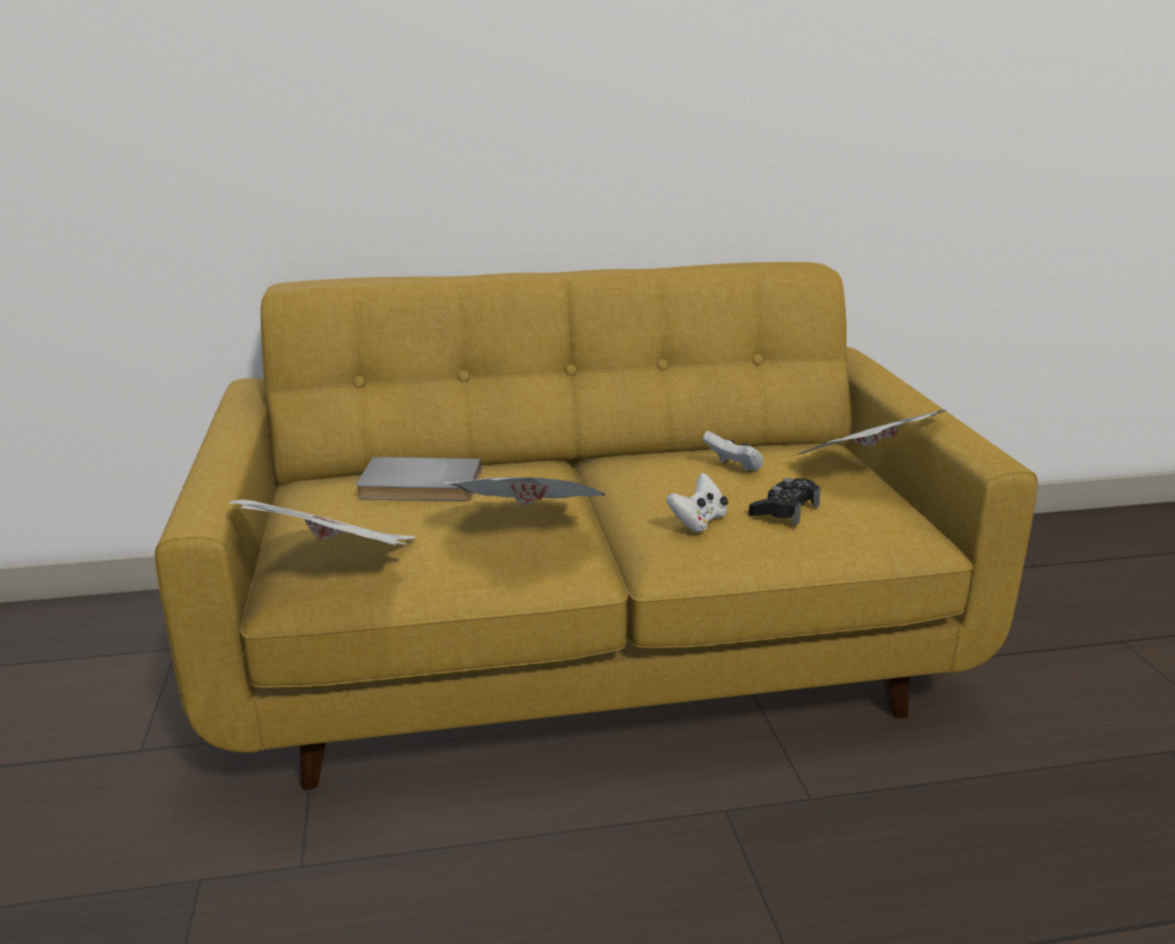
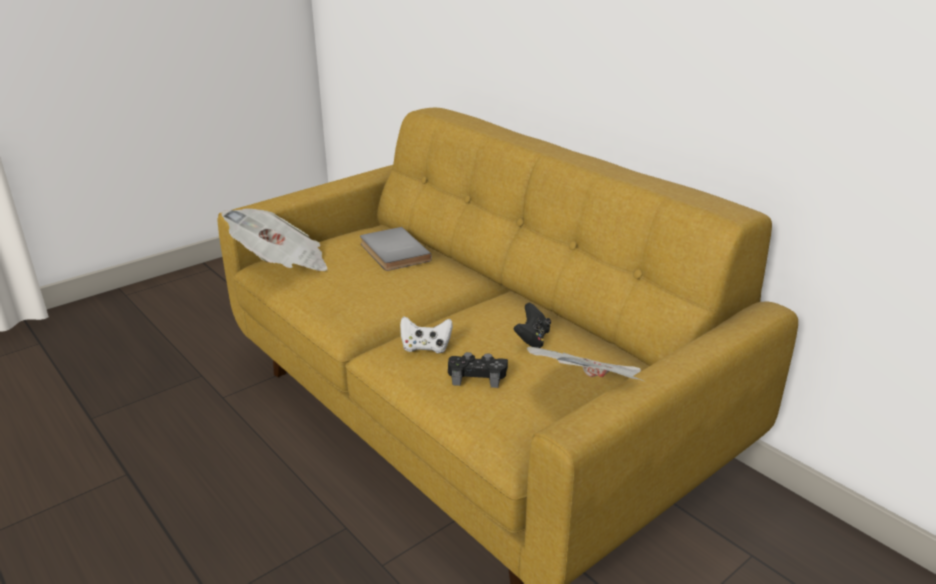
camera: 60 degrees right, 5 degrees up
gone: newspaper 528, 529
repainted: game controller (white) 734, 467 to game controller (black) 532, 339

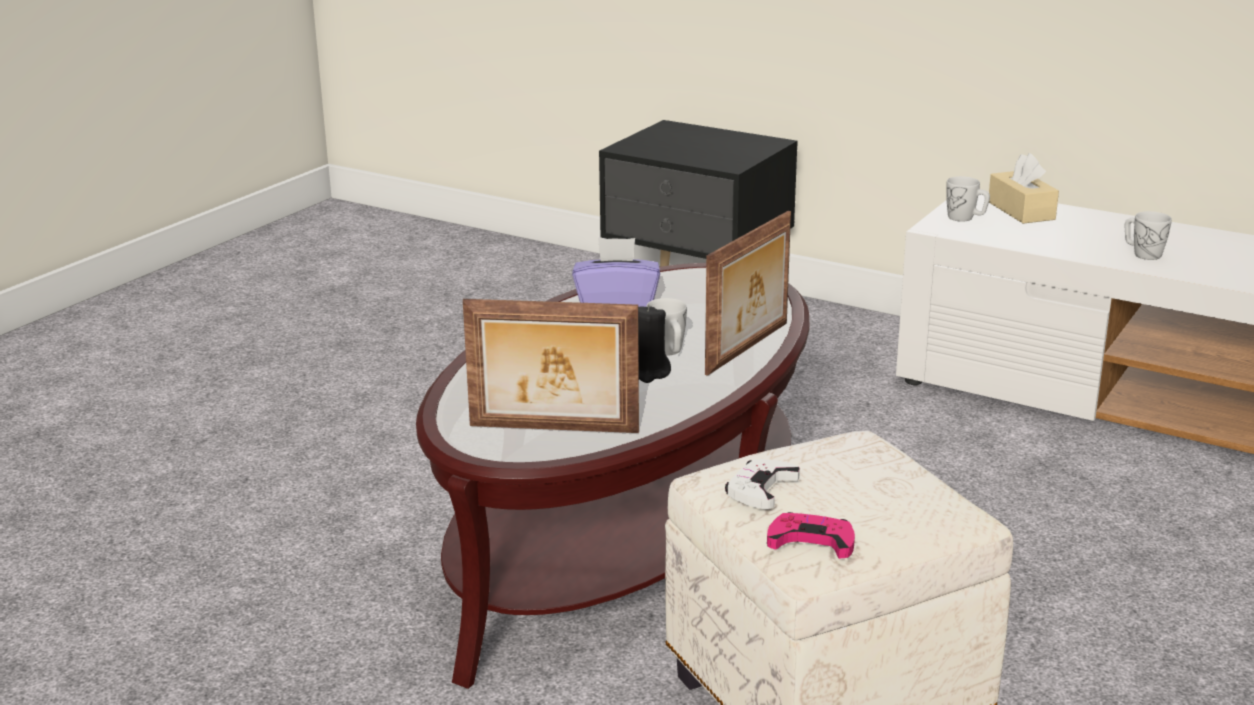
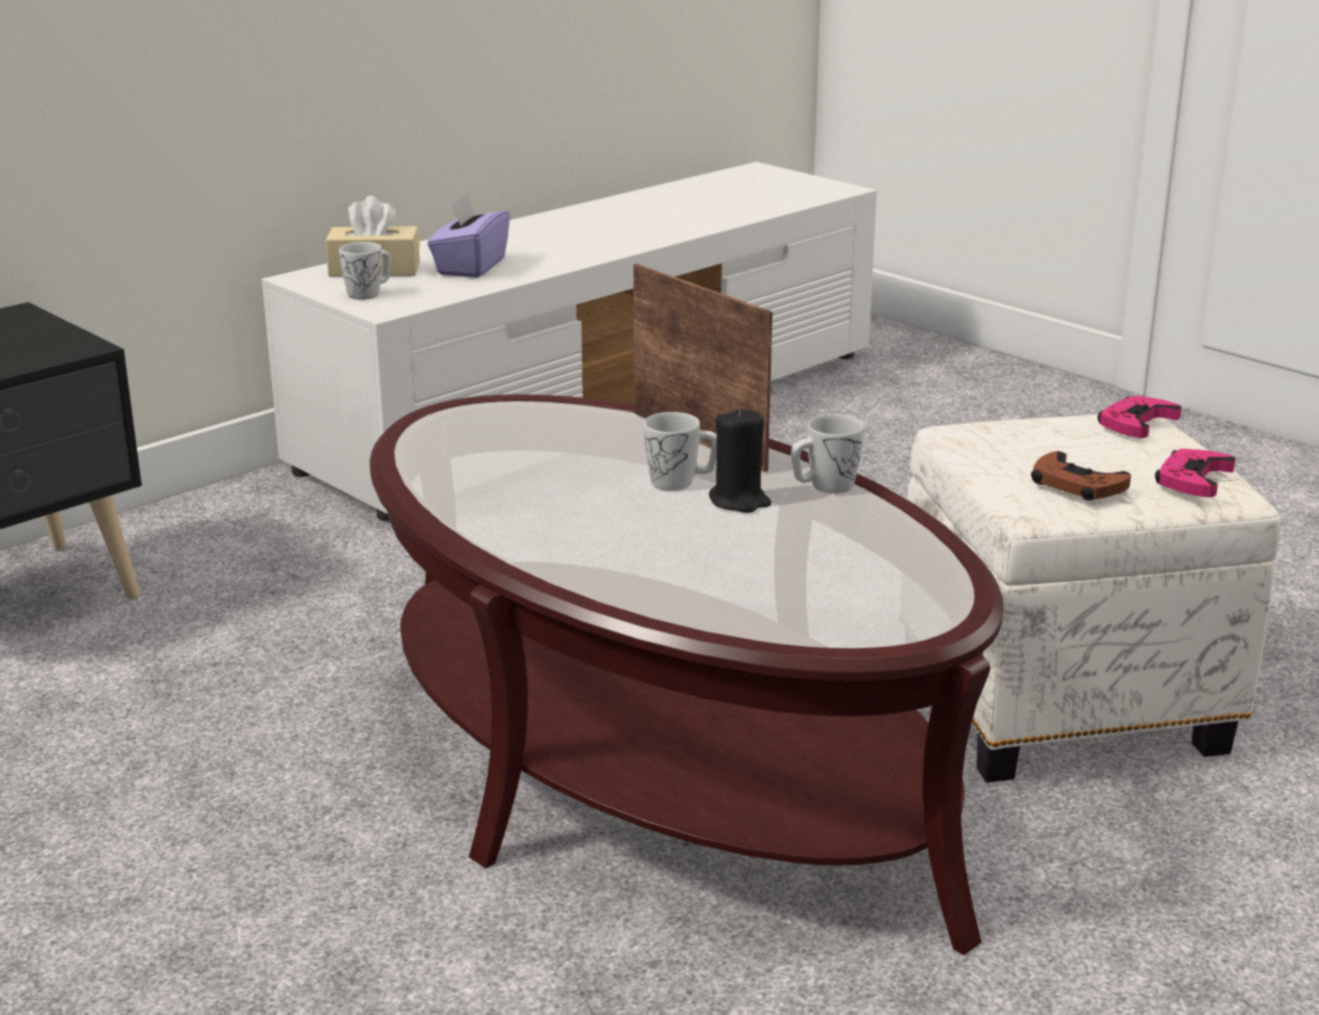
camera: 75 degrees left, 0 degrees up
gone: picture frame 553, 430
new: game controller (pink) 1136, 423
shifted: tissue box (purple) 616, 303 to 470, 267; mug (white) 1142, 254 to 824, 487
repainted: game controller (white) 760, 489 to game controller (brown) 1076, 485

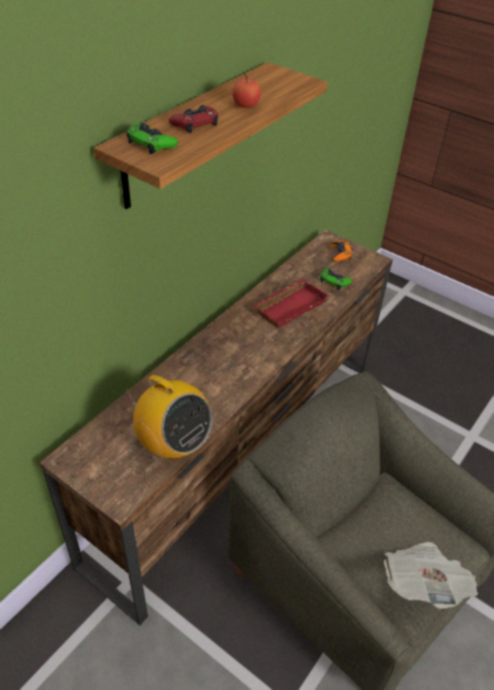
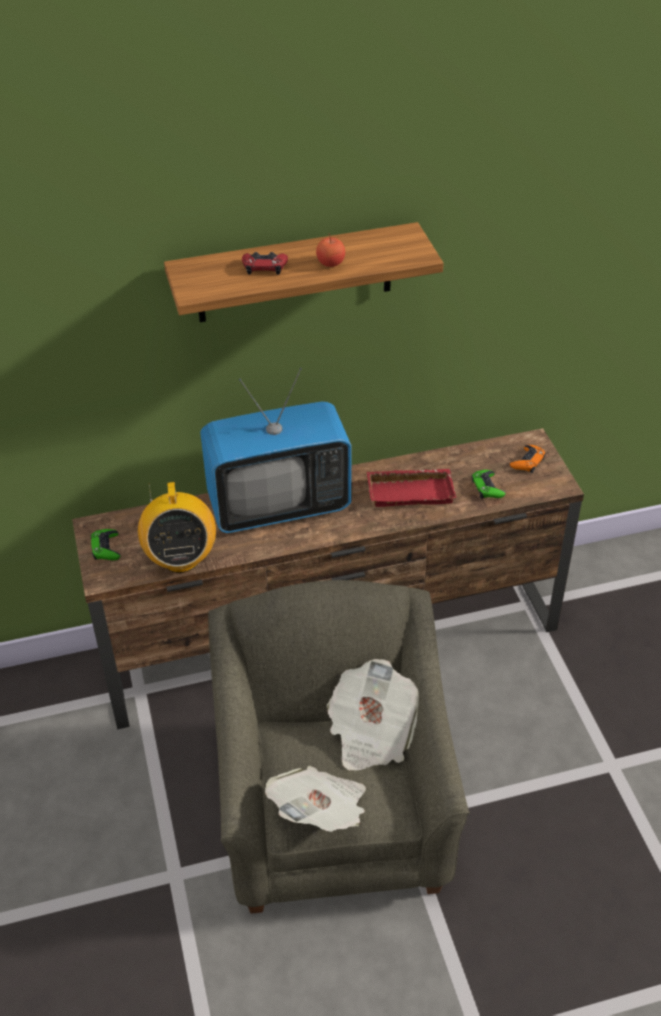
camera: 40 degrees right, 0 degrees up
new: television 279, 505; newspaper 371, 732
shifted: game controller (green) 151, 143 to 106, 548

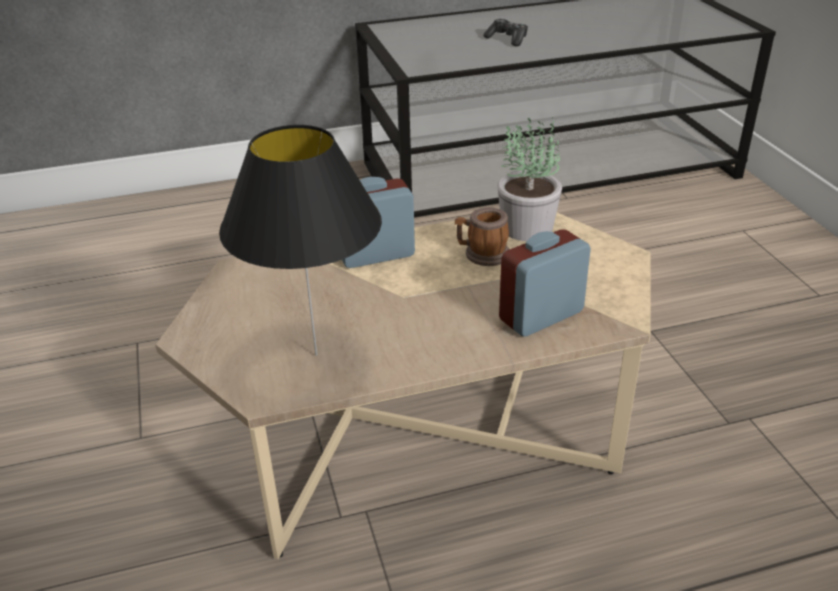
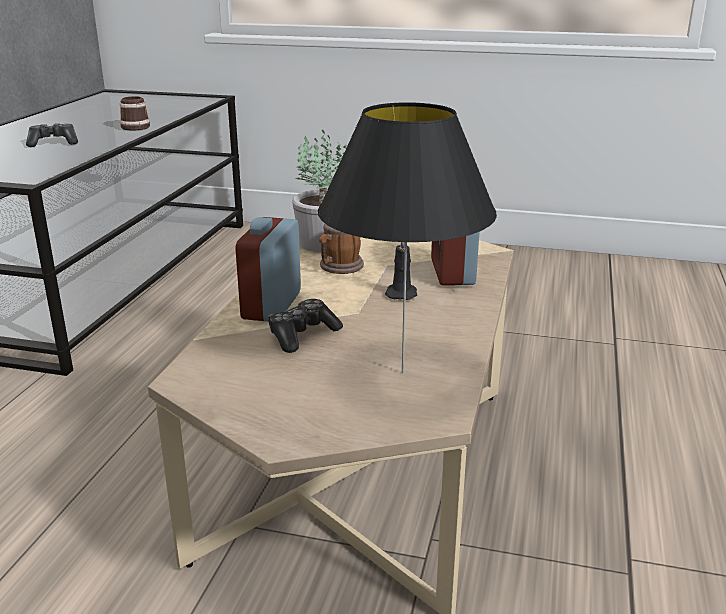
camera: 60 degrees left, 10 degrees down
new: mug 135, 126; game controller 302, 335; candle (black) 401, 293

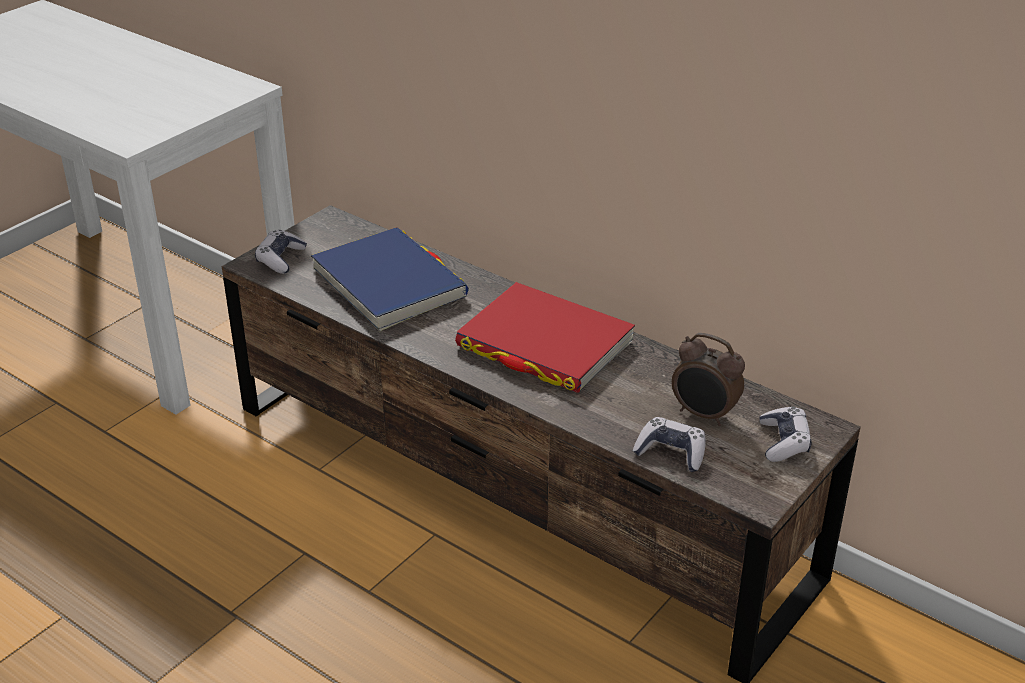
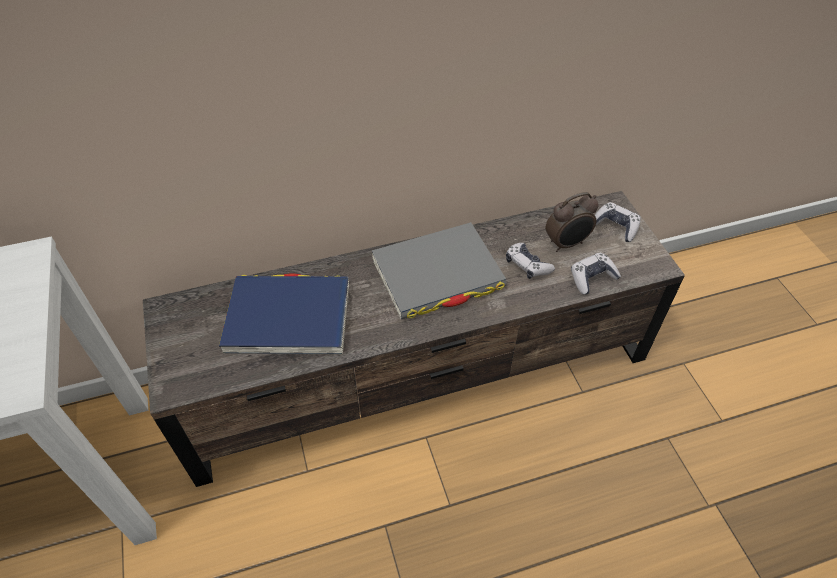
camera: 55 degrees left, 15 degrees up
shifted: game controller 280, 259 to 527, 265
repainted: book (red) 544, 344 to book (grey) 437, 275

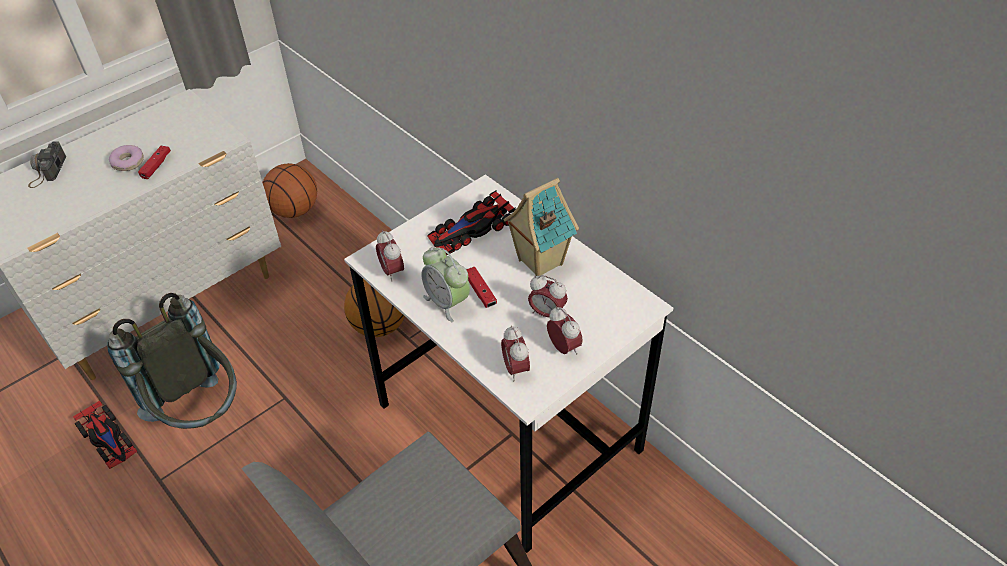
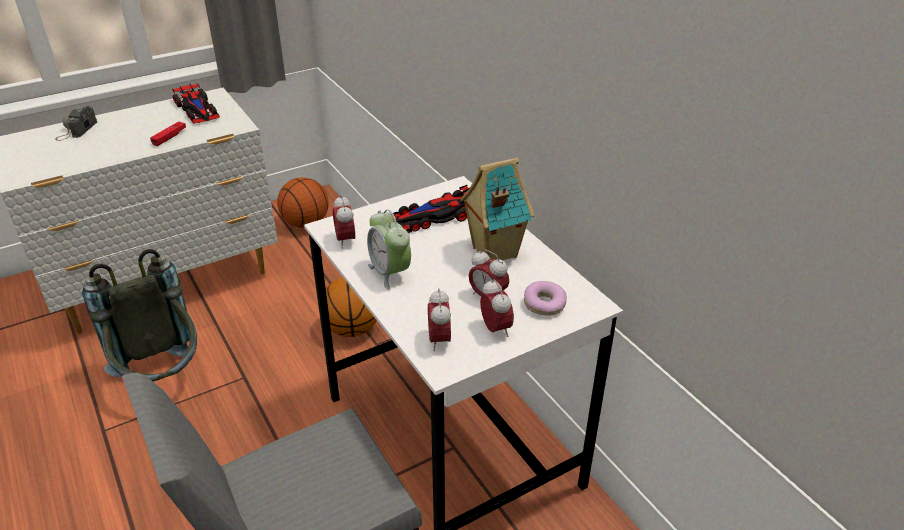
camera: 10 degrees right, 10 degrees down
gone: game controller (red) 480, 292
shifted: toy car 107, 438 to 197, 109; donut 128, 163 to 544, 304

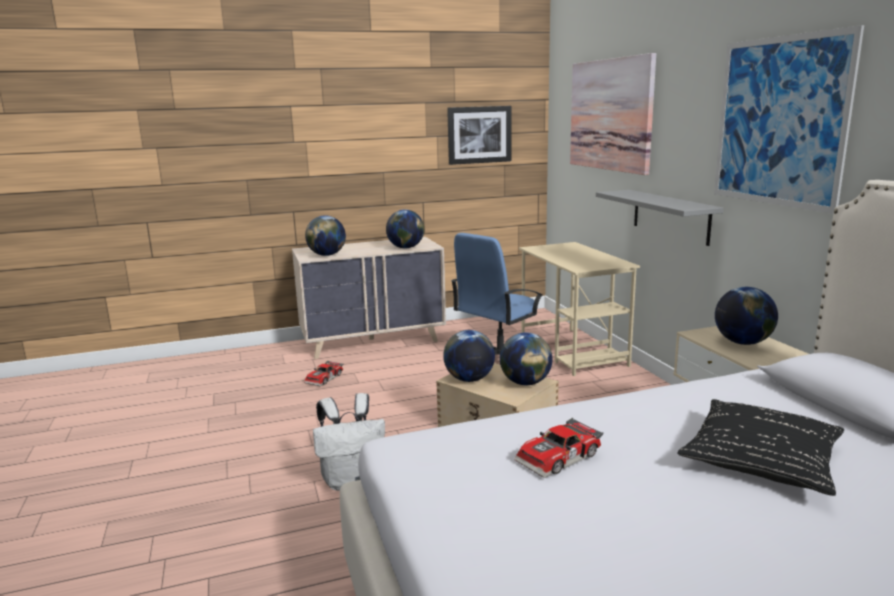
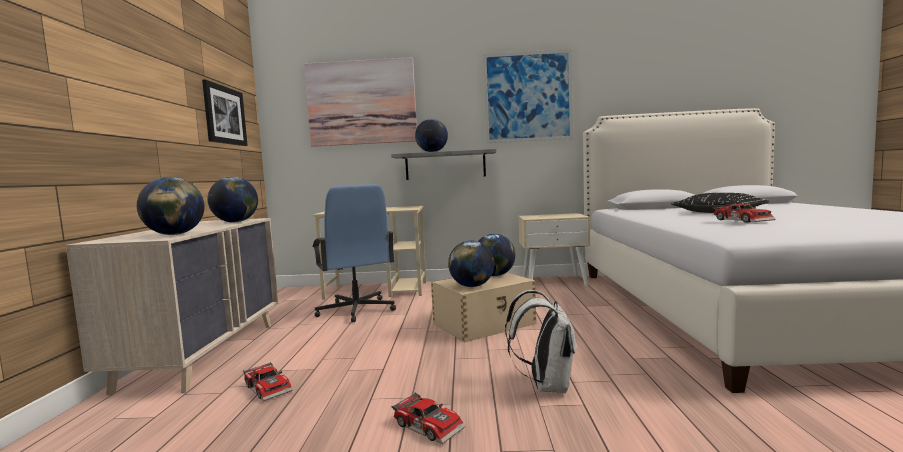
camera: 70 degrees left, 10 degrees down
new: toy car 429, 425
shifted: globe 742, 343 to 432, 152

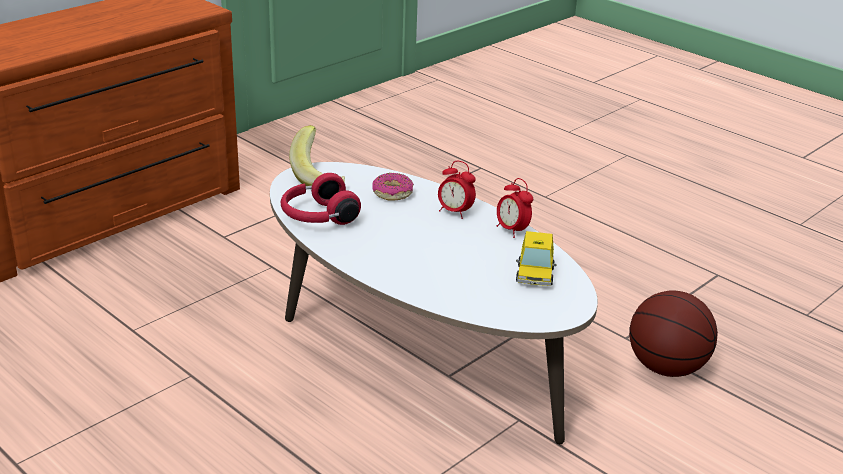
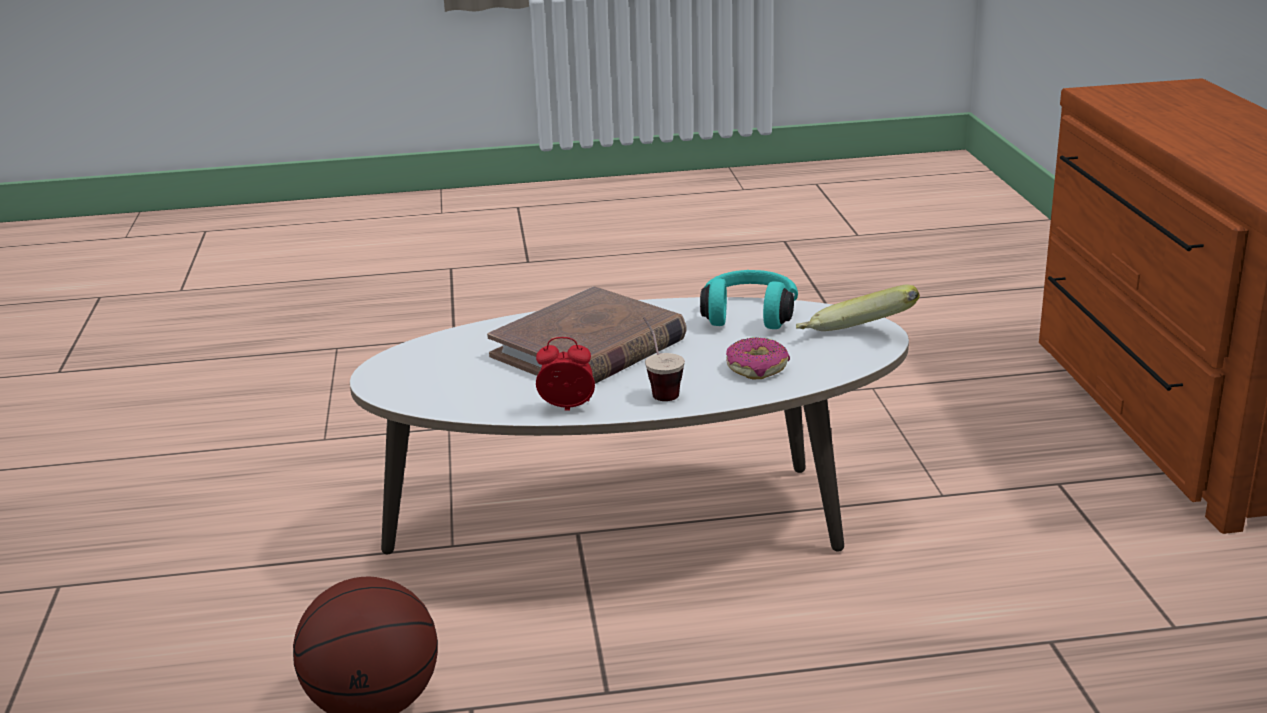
camera: 130 degrees right, 5 degrees down
gone: toy car 534, 275
new: book (brown) 589, 348
swapped: alarm clock 455, 212 to cup 659, 389
repainted: headphones (red) 318, 217 to headphones (turquoise) 750, 315

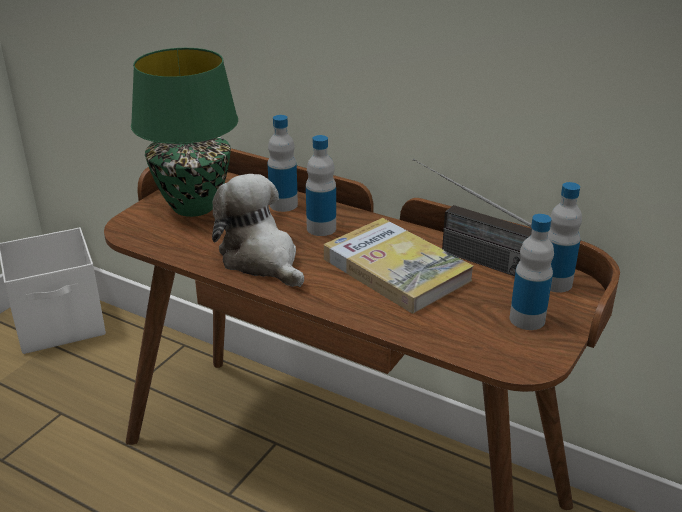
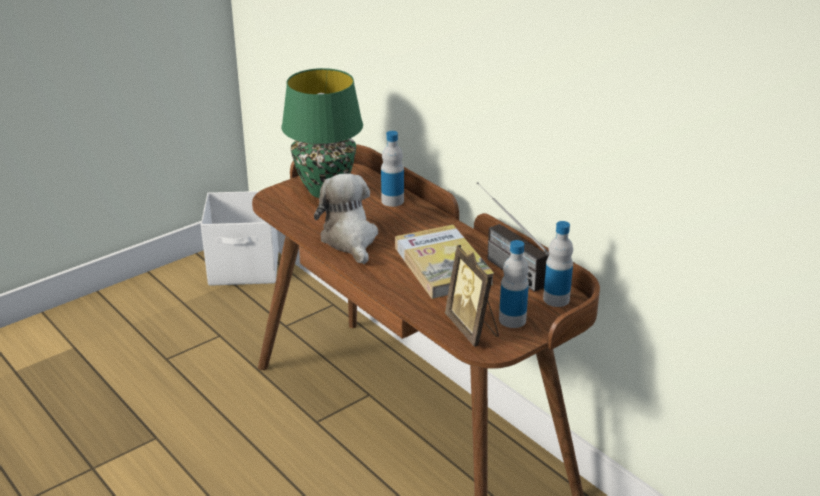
camera: 20 degrees right, 0 degrees up
gone: bottle 321, 228
new: picture frame 473, 329

